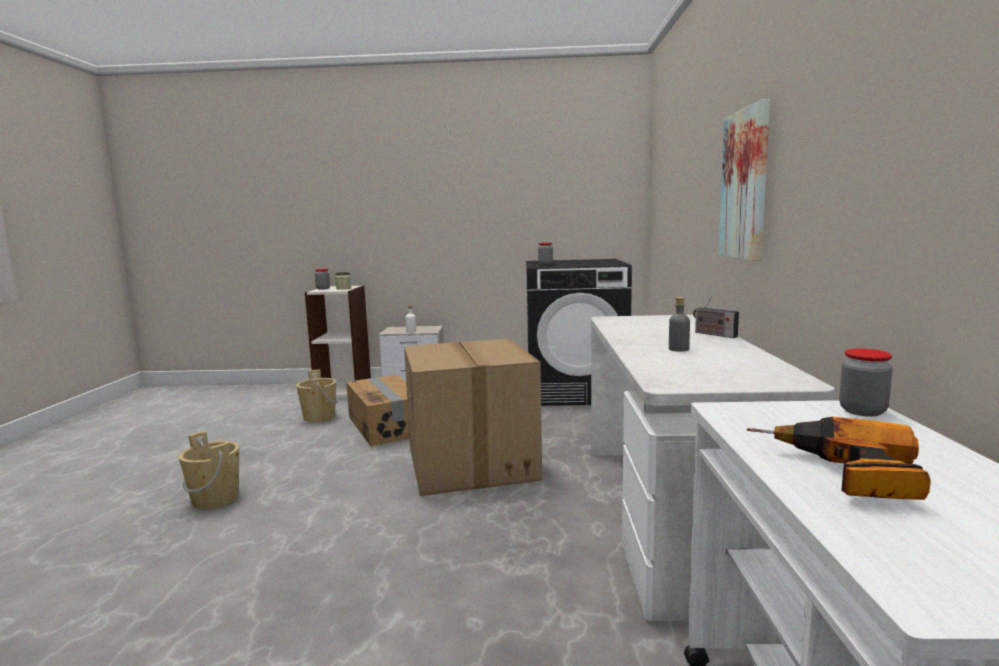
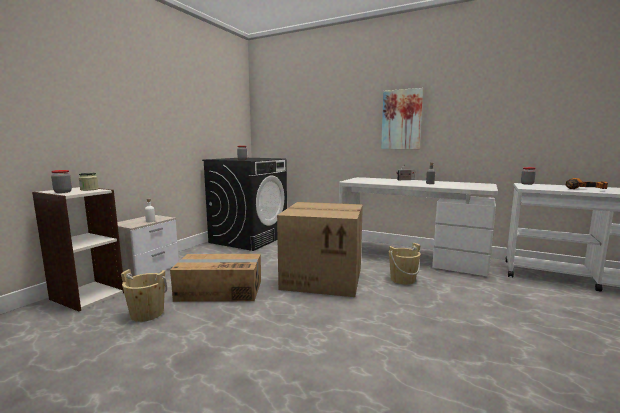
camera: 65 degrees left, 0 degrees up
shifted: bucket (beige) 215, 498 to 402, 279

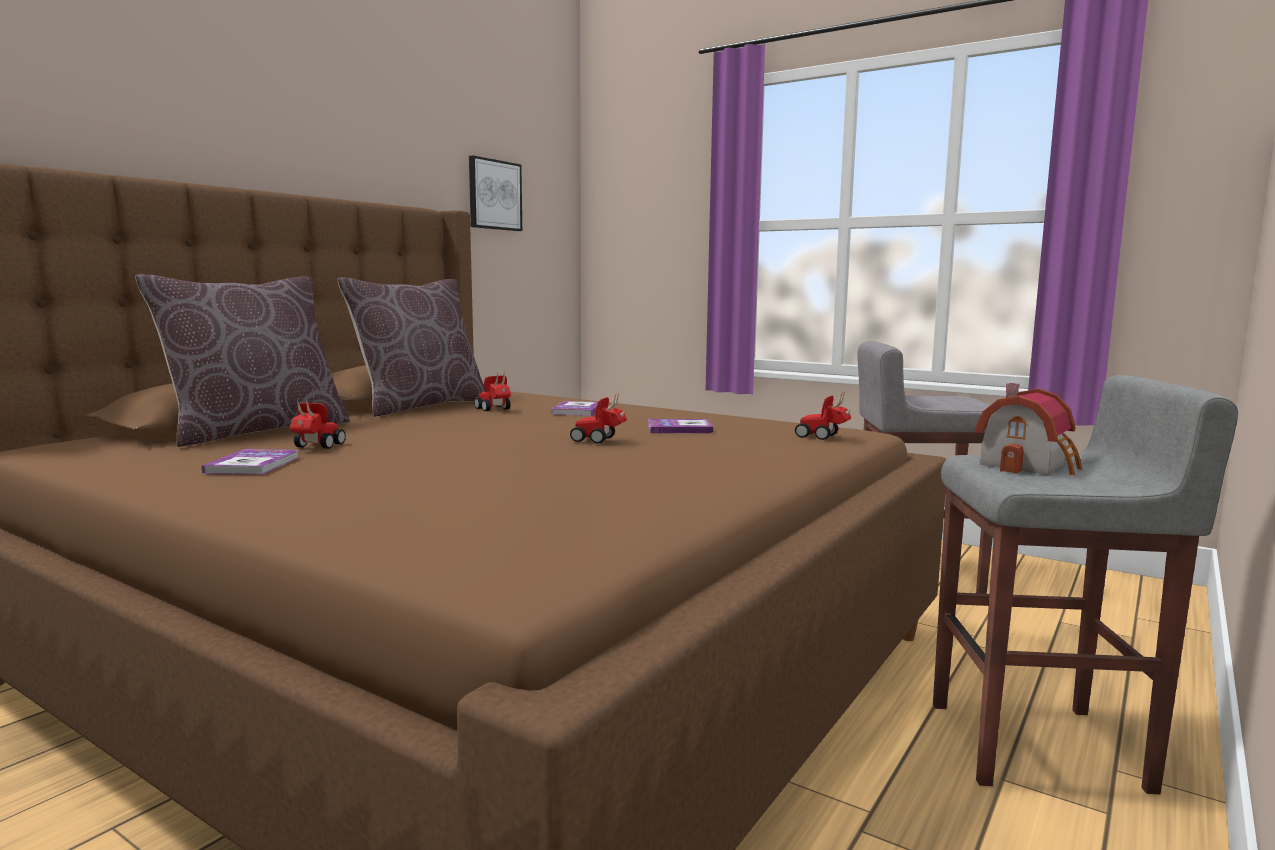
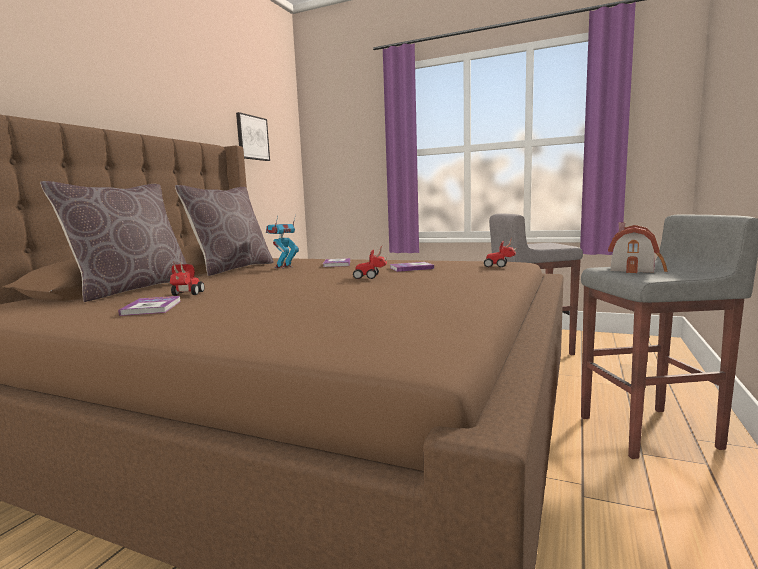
camera: 10 degrees left, 0 degrees up
swapped: toy car 495, 410 to toy robot 284, 267

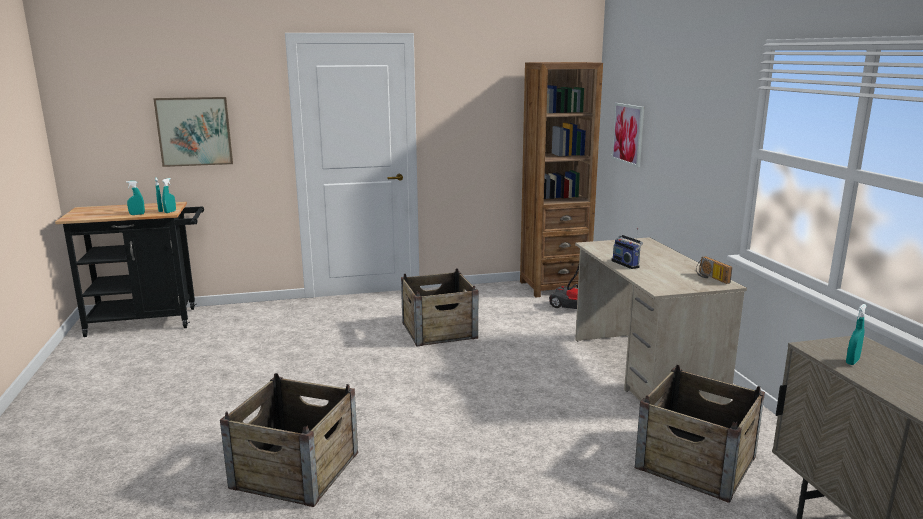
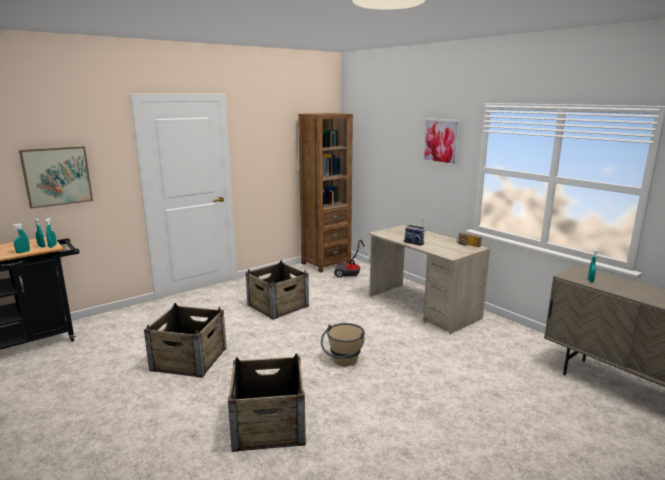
camera: 25 degrees left, 0 degrees up
new: bucket (beige) 343, 362
shifted: picture 628, 134 to 441, 141; crate 695, 462 to 189, 359

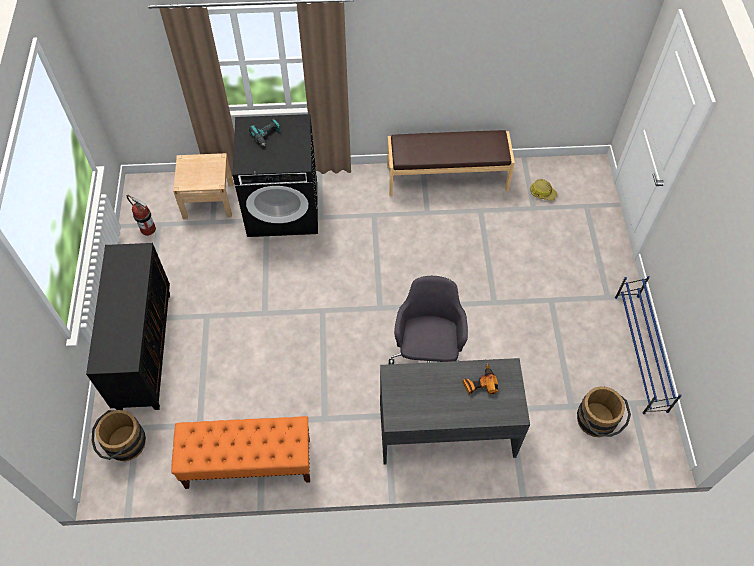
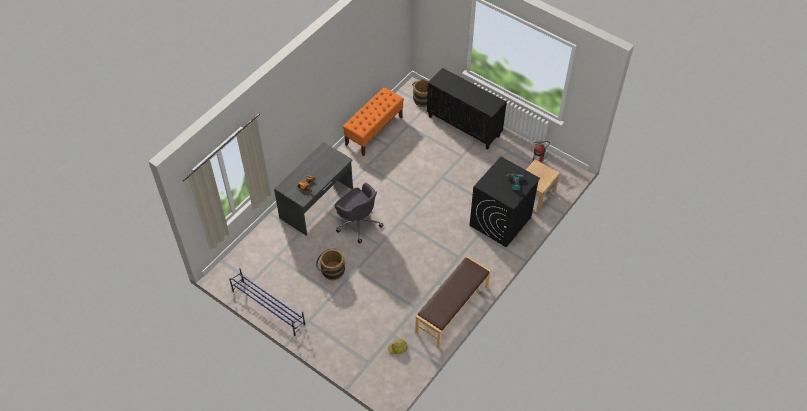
camera: 130 degrees right, 5 degrees down
shifted: bucket (brown) 597, 423 to 331, 270

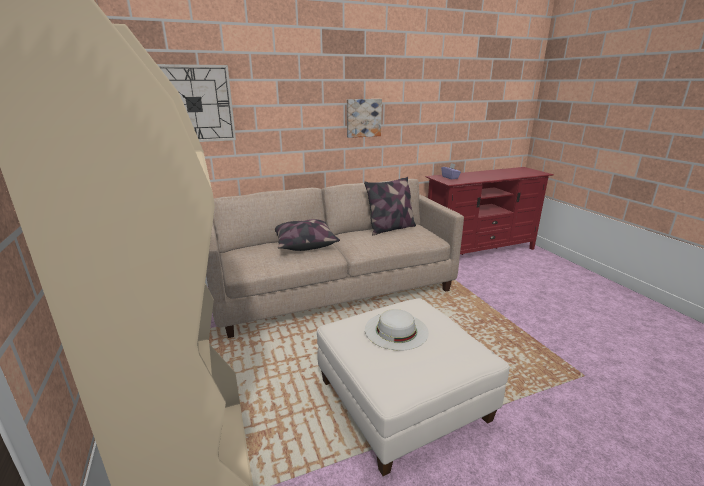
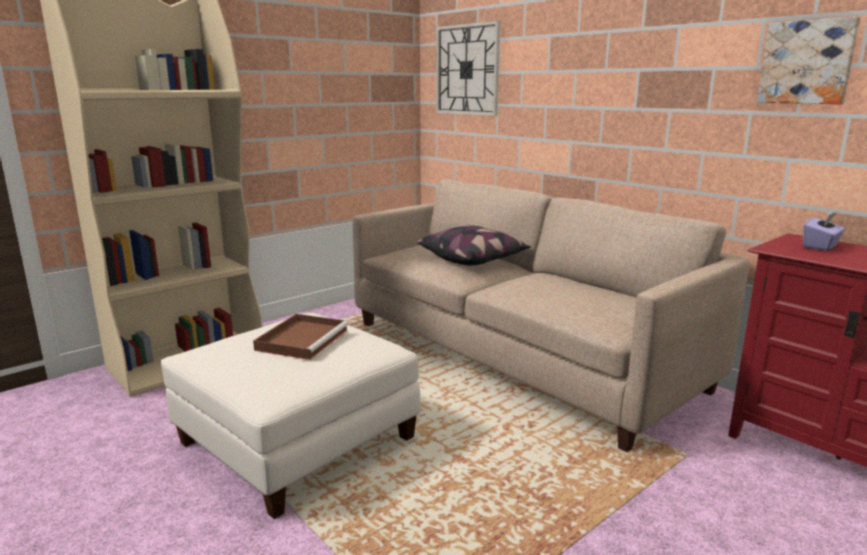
camera: 70 degrees right, 5 degrees down
gone: pillow 390, 228
shifted: picture 363, 118 to 807, 62
swapped: hat (white) 396, 330 to tray (brown) 303, 339

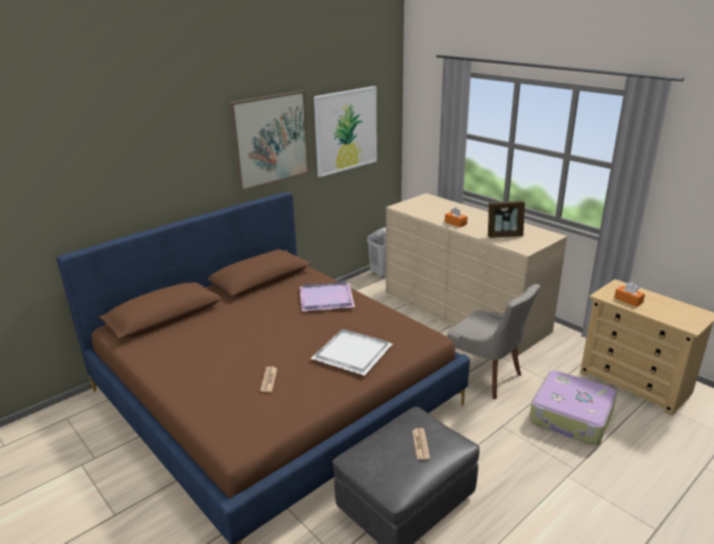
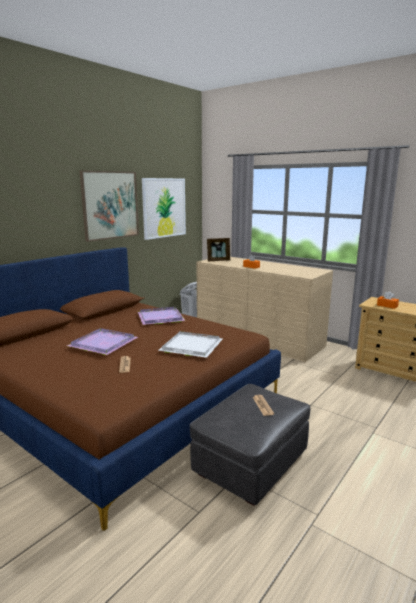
camera: 10 degrees left, 10 degrees down
gone: chair (grey) 486, 377; suitcase 571, 417
new: tray (purple) 103, 343
shifted: picture frame 504, 235 to 218, 260

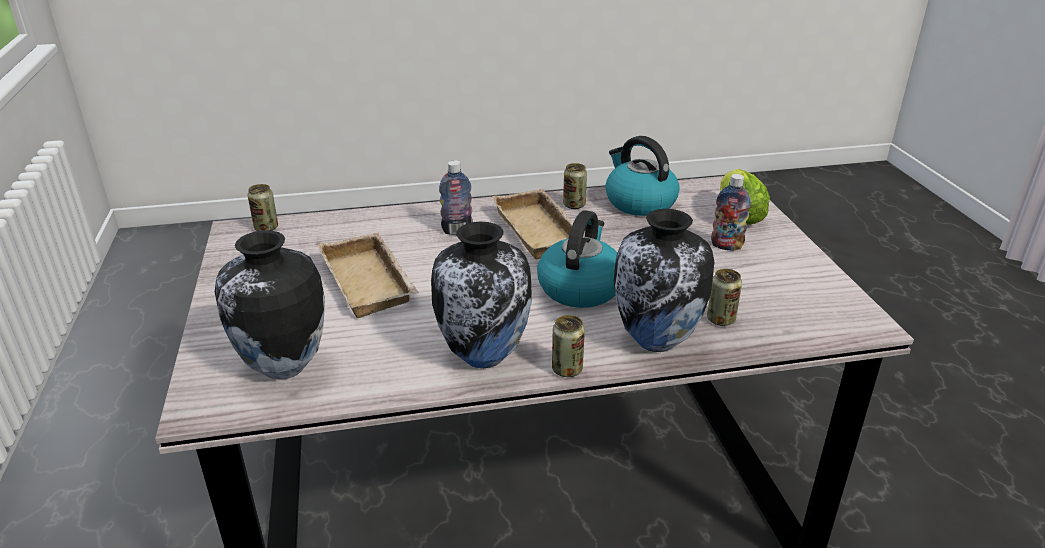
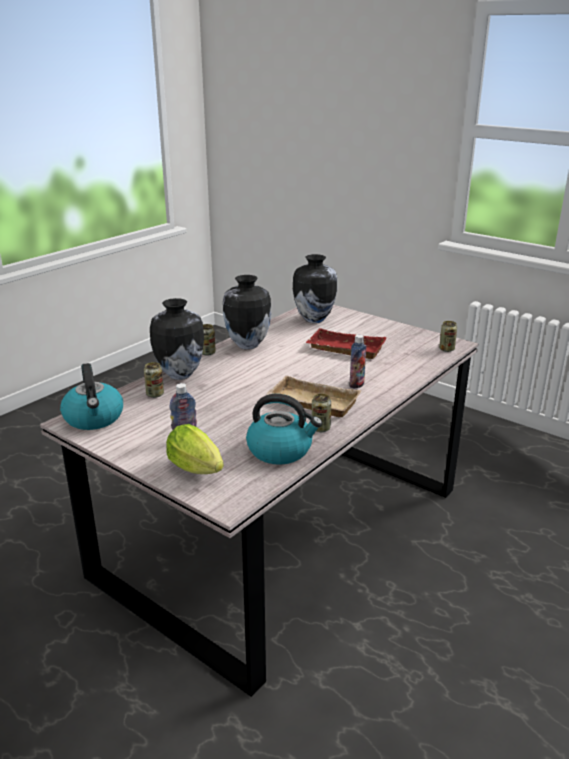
camera: 140 degrees right, 5 degrees down
shifted: kettle 580, 287 to 94, 418
repainted: tray (beige) 371, 282 to tray (red) 344, 349

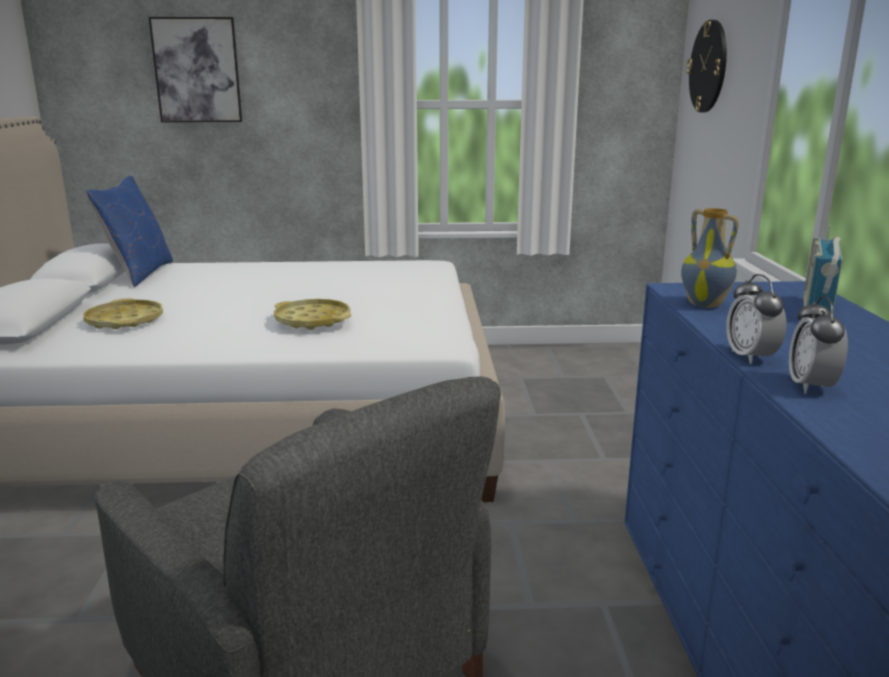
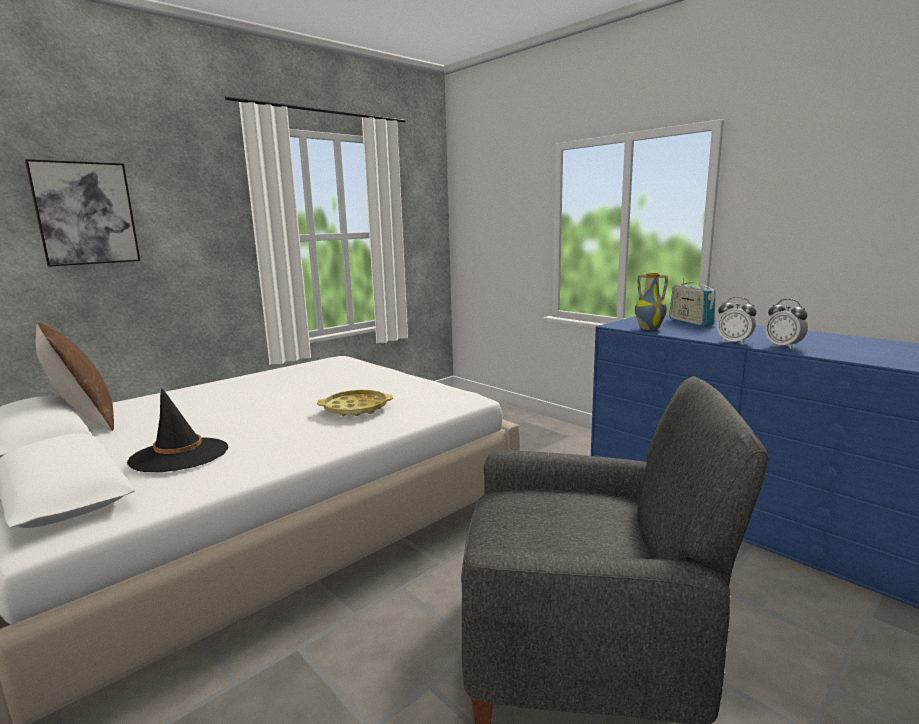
camera: 40 degrees left, 5 degrees down
gone: wall clock 708, 66
swapped: tray (yellow) 125, 321 to hat (black) 179, 455
repainted: pillow (blue) 139, 273 to pillow (brown) 84, 420

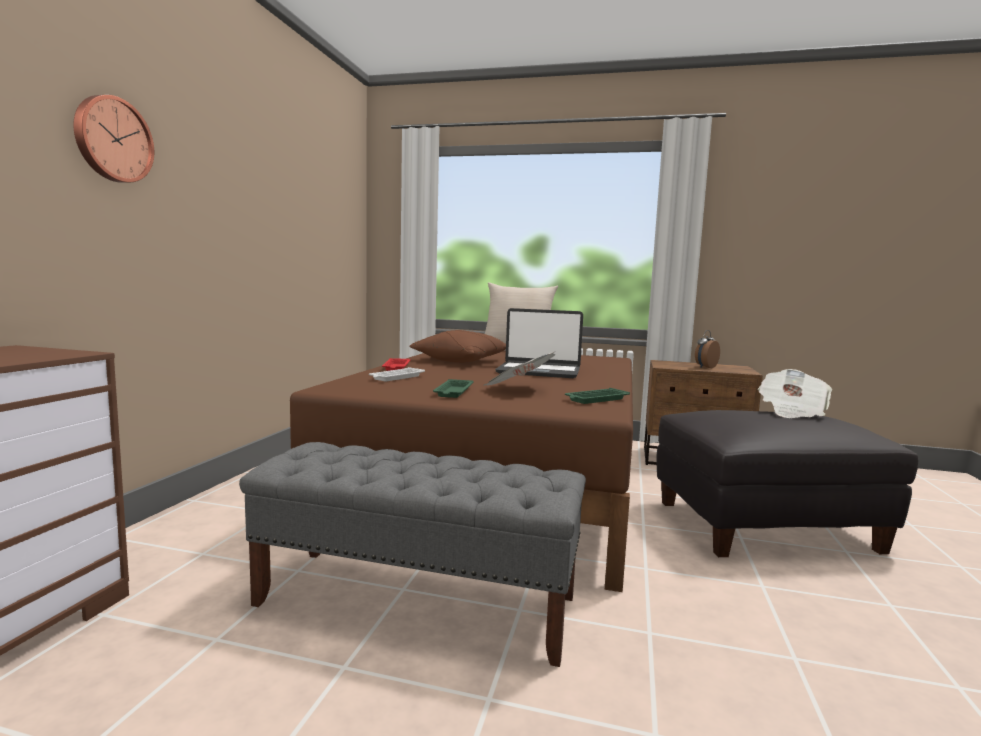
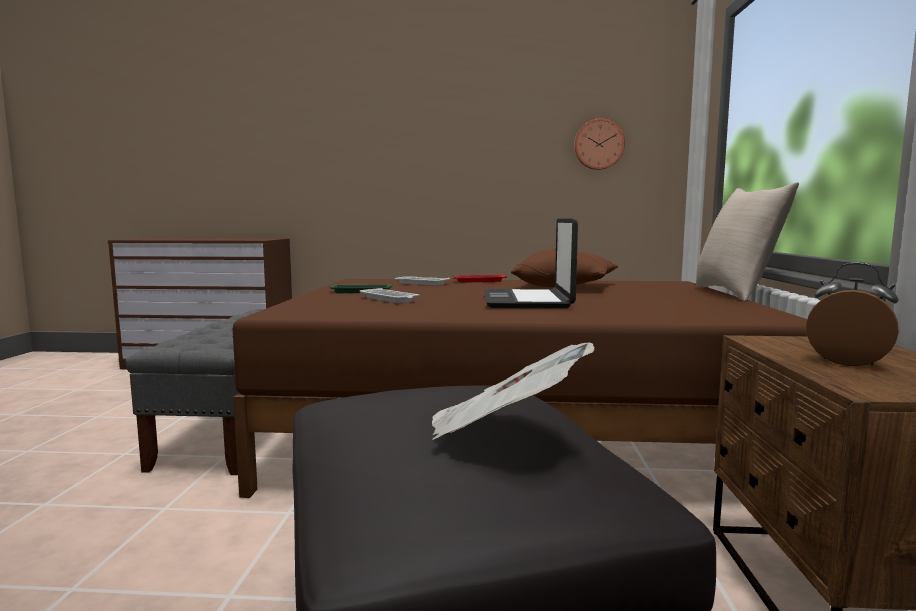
camera: 80 degrees right, 0 degrees up
gone: tray (green) 596, 399
shifted: wall clock 112, 140 to 598, 144
swapped: newspaper 518, 389 to tray (white) 390, 299

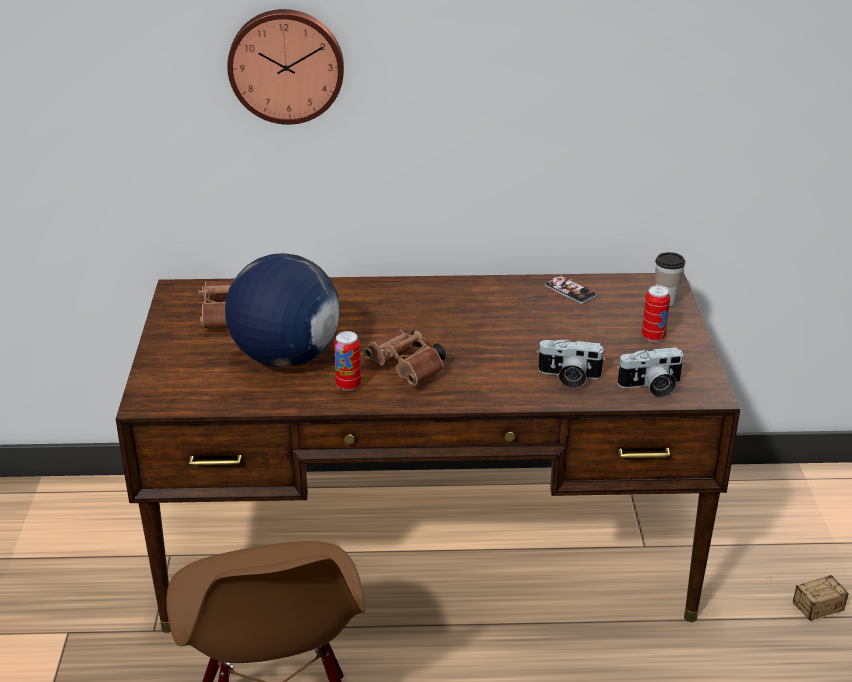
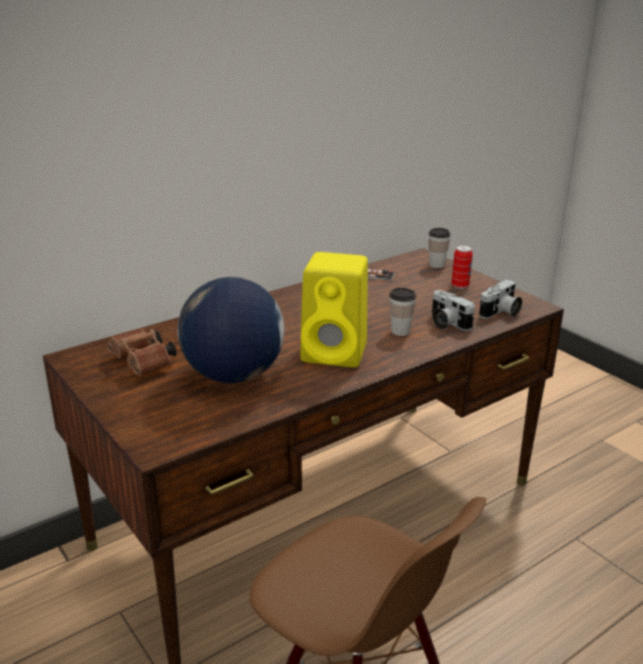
camera: 35 degrees left, 5 degrees down
gone: wall clock 286, 65; can 348, 385; storage box 793, 614
new: cup 400, 331
swapped: binoculars (brown) 408, 369 to speaker (yellow) 336, 353
rotated: photo camera 568, 377 = 446, 323 75 degrees clockwise

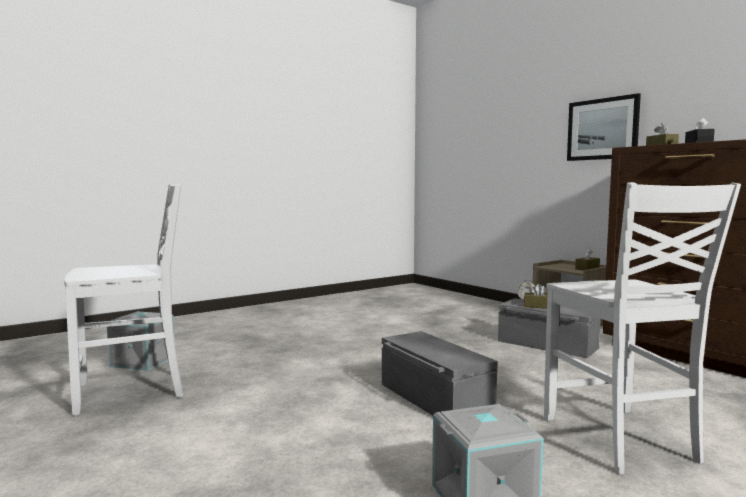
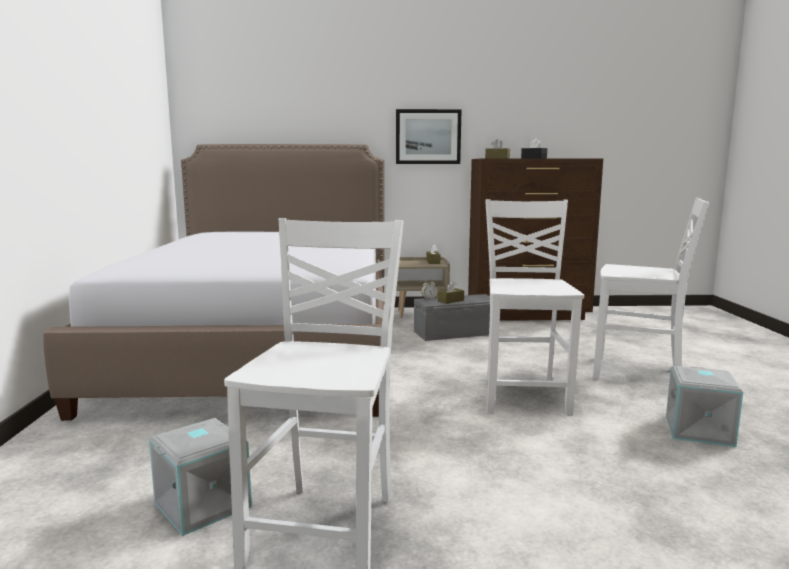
camera: 55 degrees left, 5 degrees up
new: bed 265, 349
swapped: storage box (grey) 433, 399 to chair (white) 524, 395

